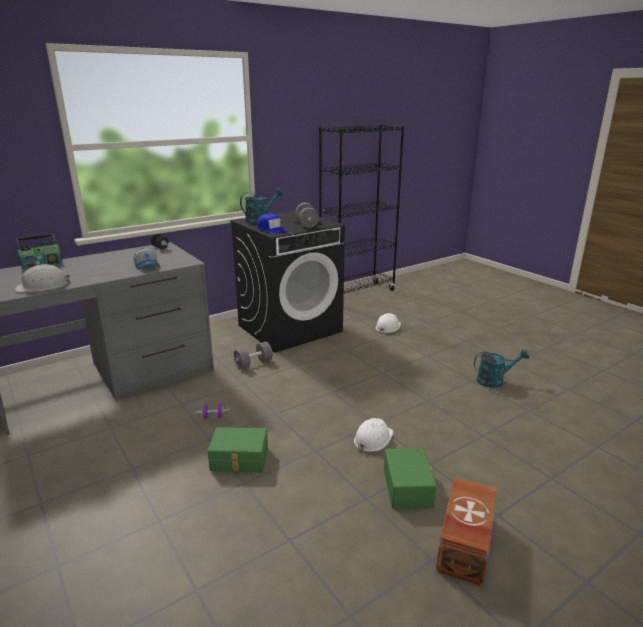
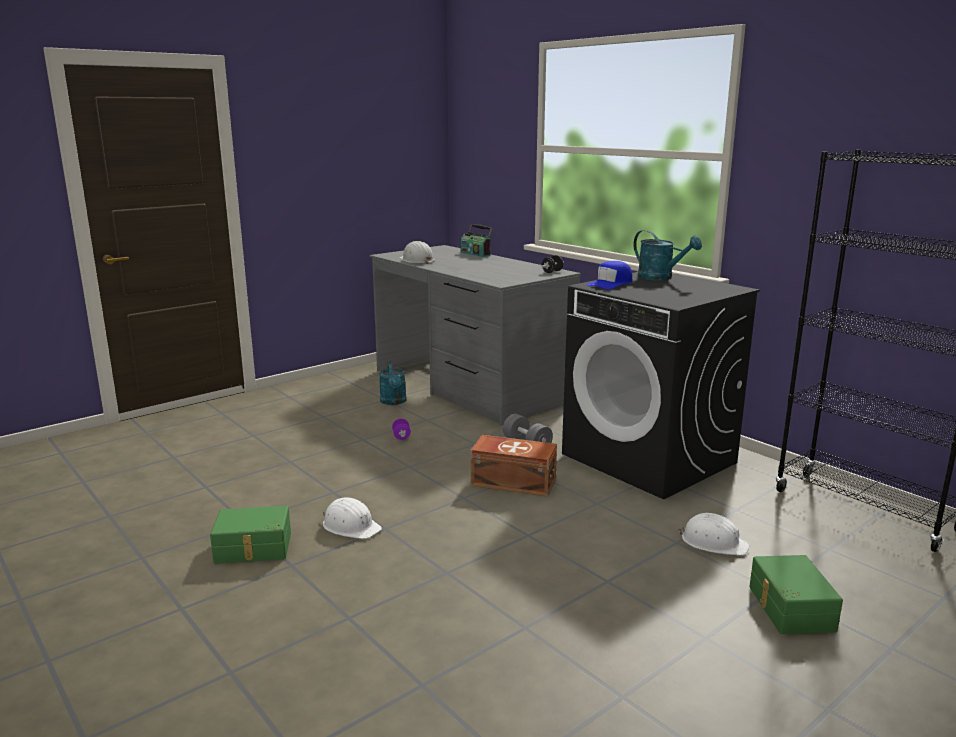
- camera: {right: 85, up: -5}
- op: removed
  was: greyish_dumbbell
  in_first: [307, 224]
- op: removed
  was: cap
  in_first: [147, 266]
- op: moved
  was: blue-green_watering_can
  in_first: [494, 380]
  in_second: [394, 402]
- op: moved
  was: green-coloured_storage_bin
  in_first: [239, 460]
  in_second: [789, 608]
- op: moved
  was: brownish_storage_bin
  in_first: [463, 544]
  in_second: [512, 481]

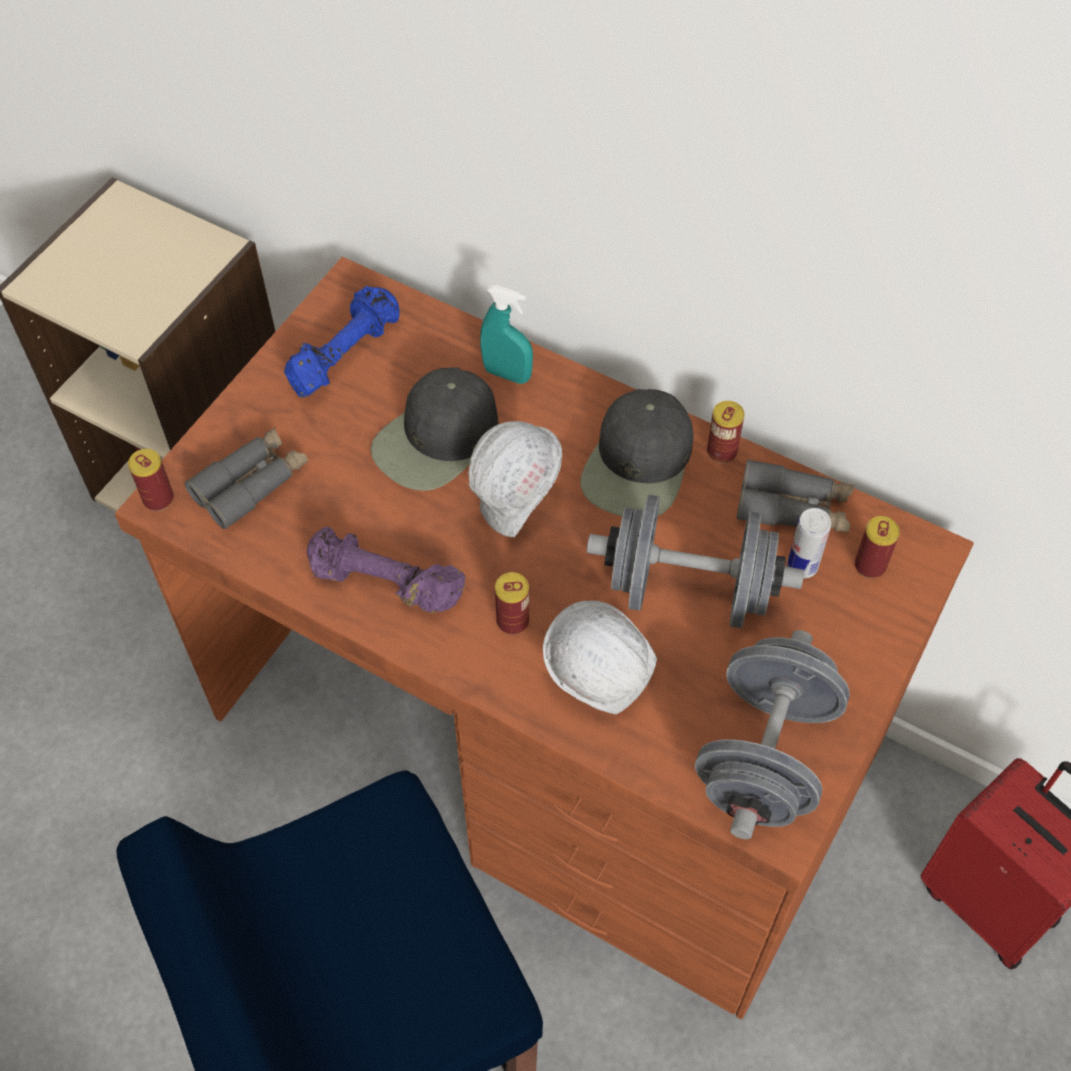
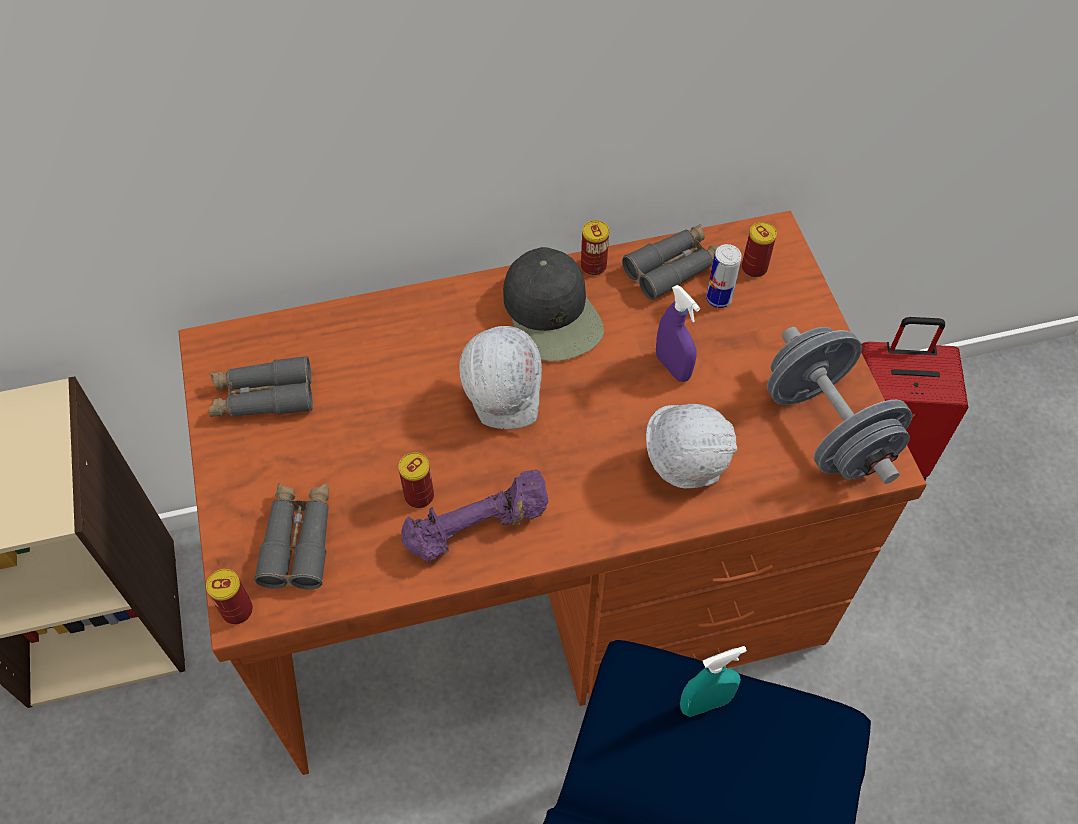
- camera: {right: -45, up: 0}
- op: moved
  was: blue-green_hand_sprayer
  in_first: [507, 374]
  in_second: [705, 703]
- op: replaced
  was: blue_dumbbell
  now: greyish_binoculars
  in_first: [343, 355]
  in_second: [263, 397]
- op: removed
  was: black-coloured_cap
  in_first: [437, 439]
- op: replaced
  was: greyish_dumbbell
  now: purple-coloured_hand_sprayer
  in_first: [689, 590]
  in_second: [672, 367]
- op: moved
  was: metal_can
  in_first: [513, 621]
  in_second: [419, 496]

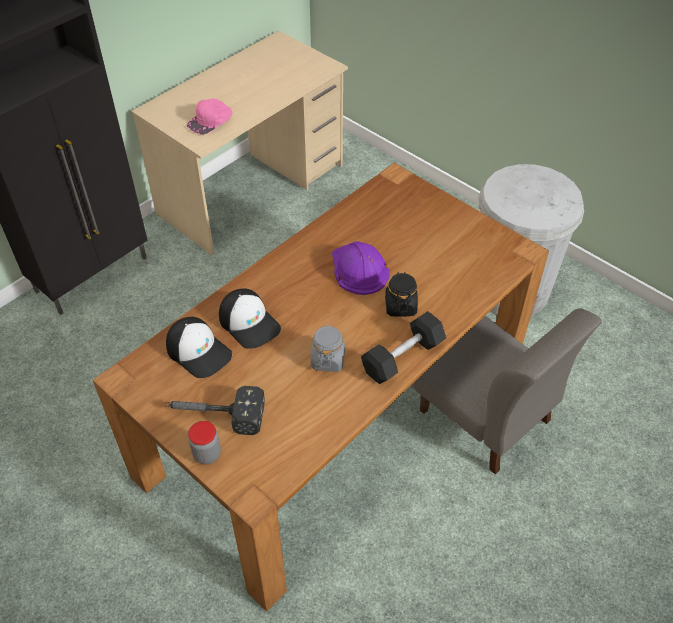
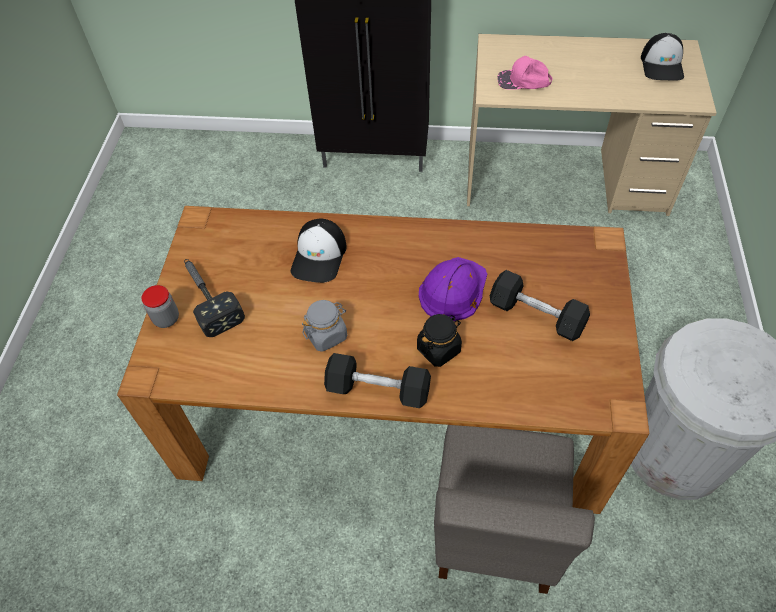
- camera: {right: 55, up: 5}
- op: moved
  was: cap
  in_first: [199, 351]
  in_second: [662, 65]
- op: added
  now: black-coloured_dumbbell
  in_second: [536, 315]

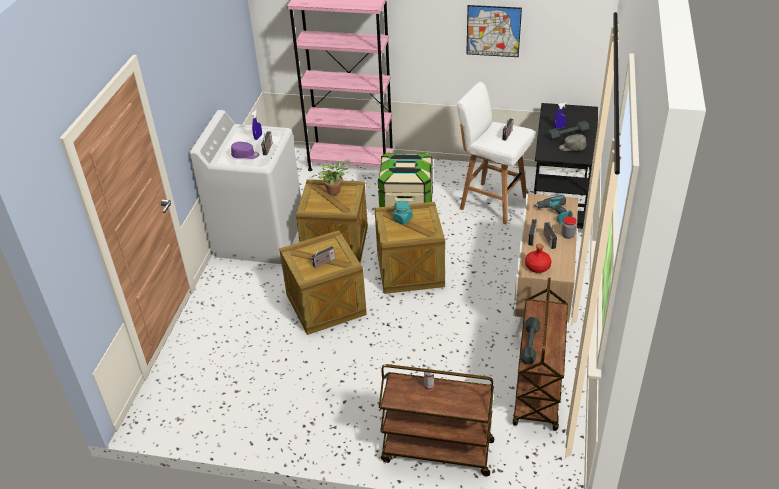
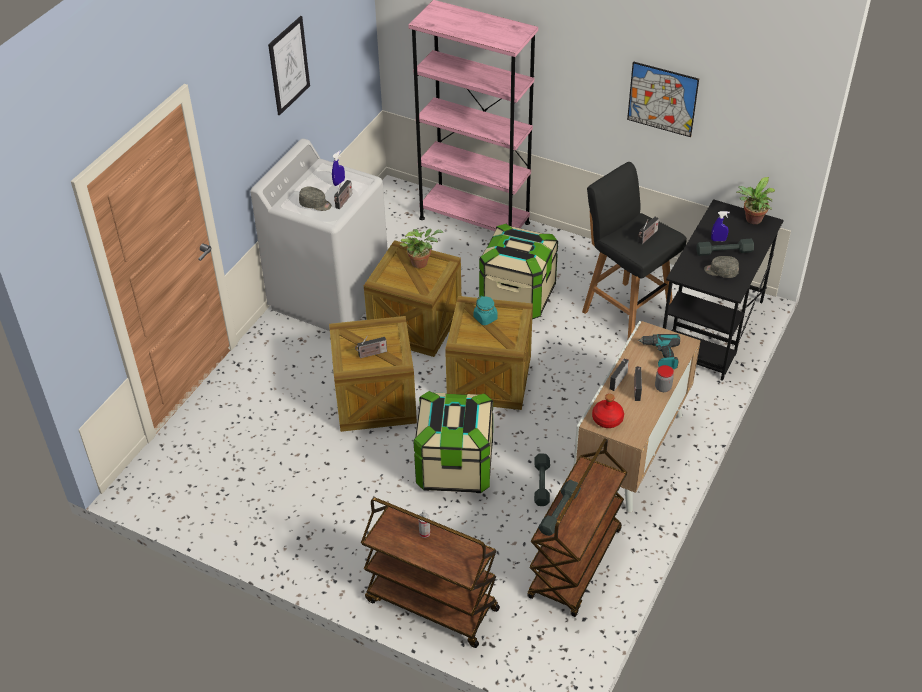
- camera: {right: 15, up: 5}
- op: recoloured
  was: white-coloured_stool
  now: black-coloured_stool
  in_first: [491, 202]
  in_second: [626, 311]
- op: recoloured
  was: purple-coloured_cap
  now: greyish_cap
  in_first: [245, 155]
  in_second: [315, 204]
- op: added
  now: wall_art
  in_second: [289, 65]
- op: added
  now: potted_plant
  in_second: [752, 220]
- op: added
  now: storage_bin
  in_second: [455, 467]
- op: added
  now: greyish_dumbbell
  in_second: [542, 483]

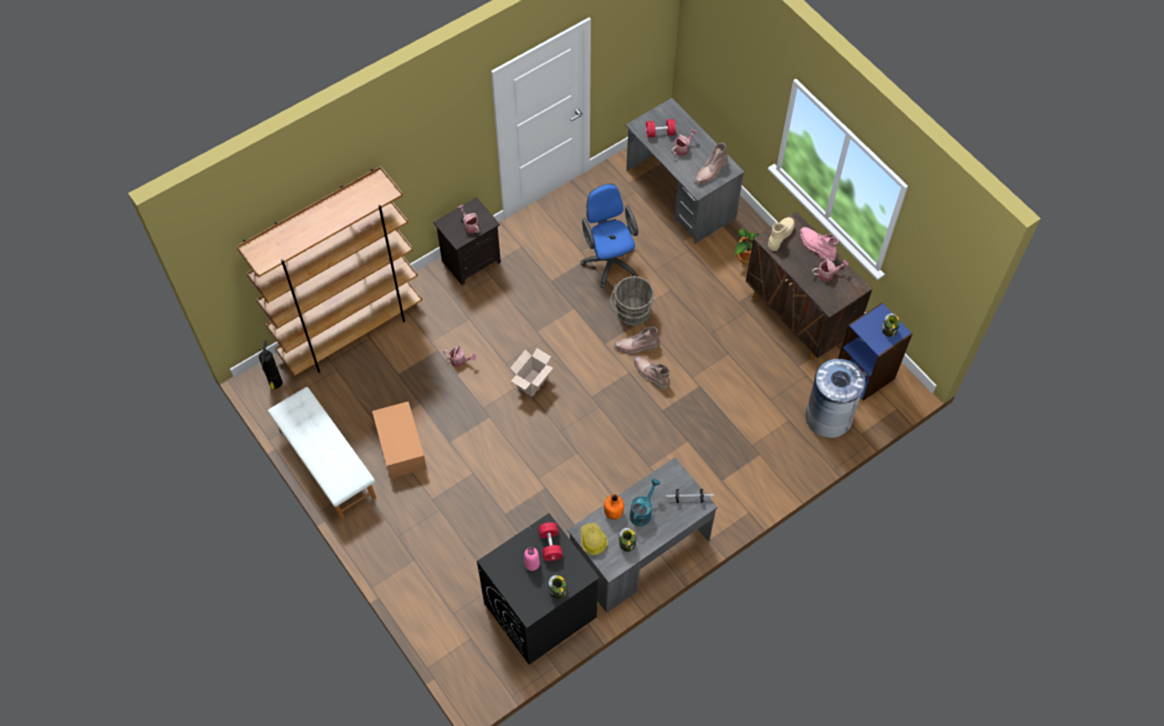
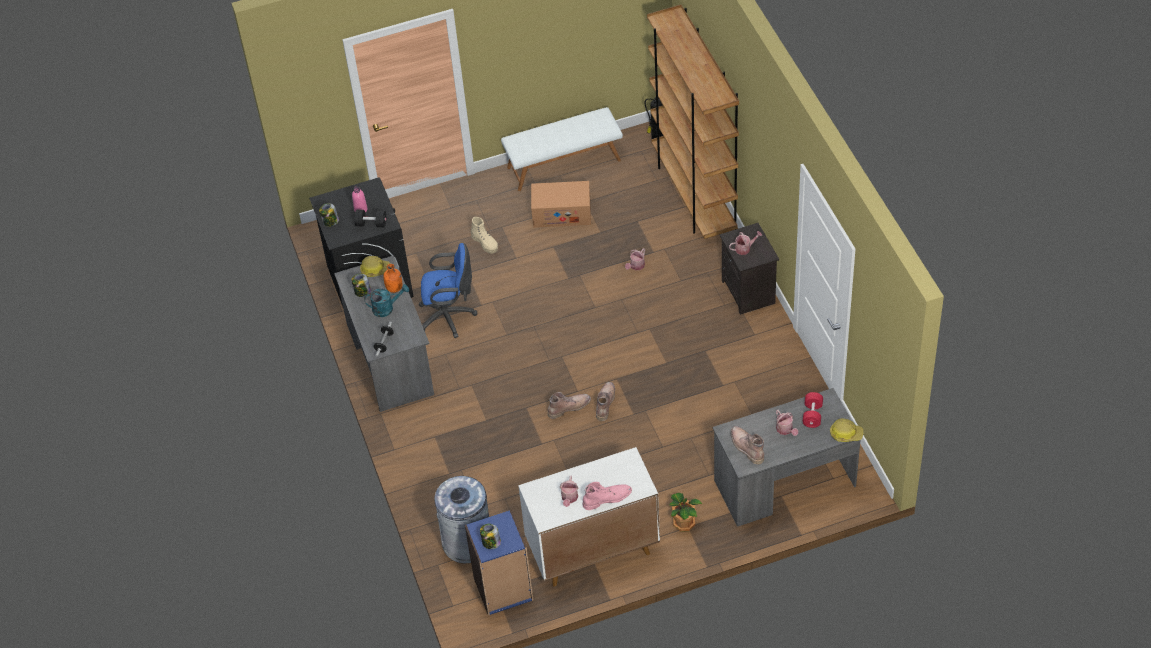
- camera: {right: 110, up: -10}
- op: moved
  was: blue_desk_chair
  in_first: [609, 260]
  in_second: [449, 316]
- op: recoloured
  was: brownish_cupboard
  now: white-coloured_cupboard
  in_first: [799, 317]
  in_second: [592, 550]
- op: moved
  was: beige-coloured_boot
  in_first: [780, 236]
  in_second: [485, 243]
- op: removed
  was: greyish_pail
  in_first: [632, 313]
- op: removed
  was: packing_box
  in_first: [532, 384]
- op: turned
  was: blue-green_watering_can
  in_first: [642, 511]
  in_second: [387, 308]
  clockwise: -60
- op: recoloured
  was: red_dumbbell
  now: black-coloured_dumbbell
  in_first: [550, 545]
  in_second: [371, 224]
- op: added
  now: hard_hat
  in_second: [845, 434]

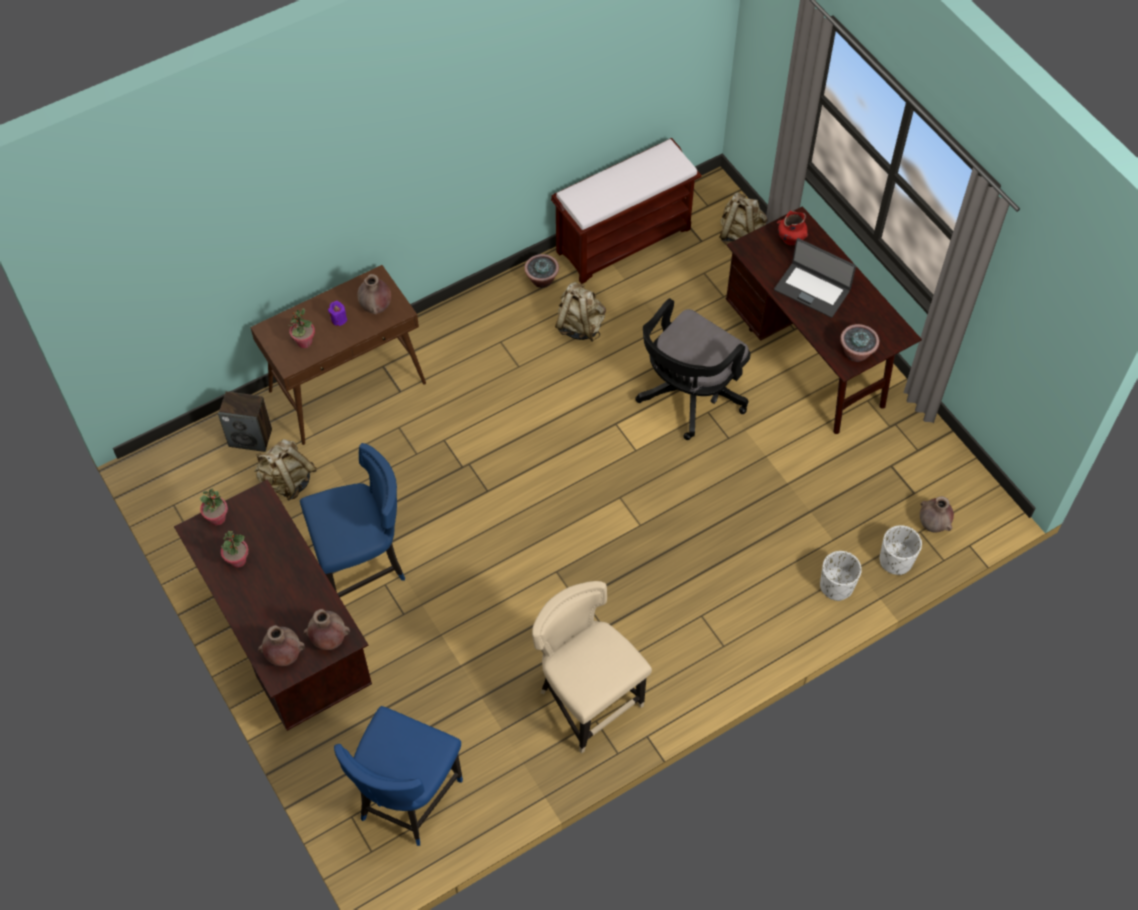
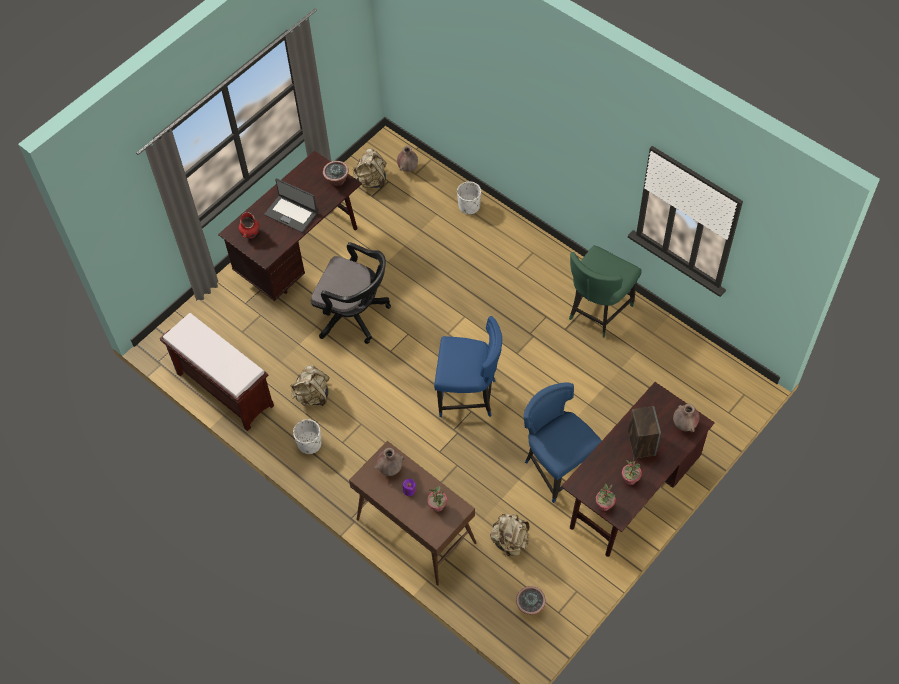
- camera: {right: -105, up: 0}
- op: moved
  was: beige-coloured_rucksack
  in_first: [741, 235]
  in_second: [371, 181]
- op: turned
  was: laptop
  in_first: [812, 289]
  in_second: [291, 213]
  clockwise: 105
- op: moved
  was: potted_plant
  in_first: [541, 280]
  in_second: [530, 606]
- op: moved
  was: loudspeaker
  in_first: [251, 437]
  in_second: [641, 443]
- op: moved
  was: white-coloured_flower_pot
  in_first: [896, 561]
  in_second: [309, 444]
- op: recoloured
  was: beige-coloured_plain_chair
  now: green-coloured_plain_chair
  in_first: [588, 700]
  in_second: [598, 311]
- op: removed
  was: brownish_vase
  in_first: [329, 640]
- op: moved
  was: blue_plain_chair
  in_first: [407, 799]
  in_second: [469, 396]

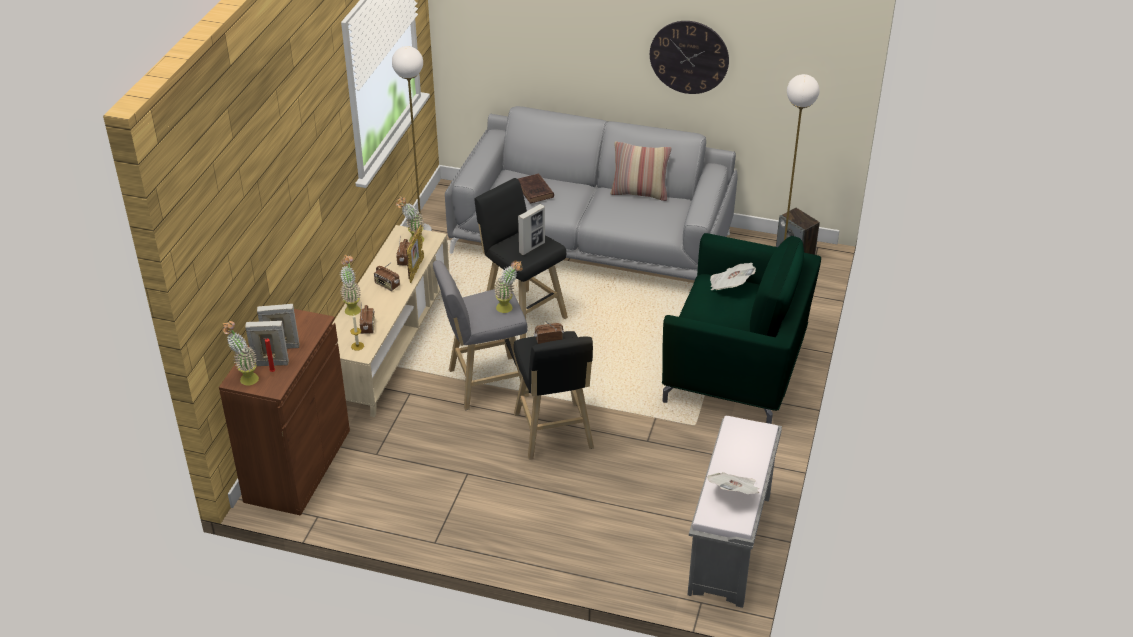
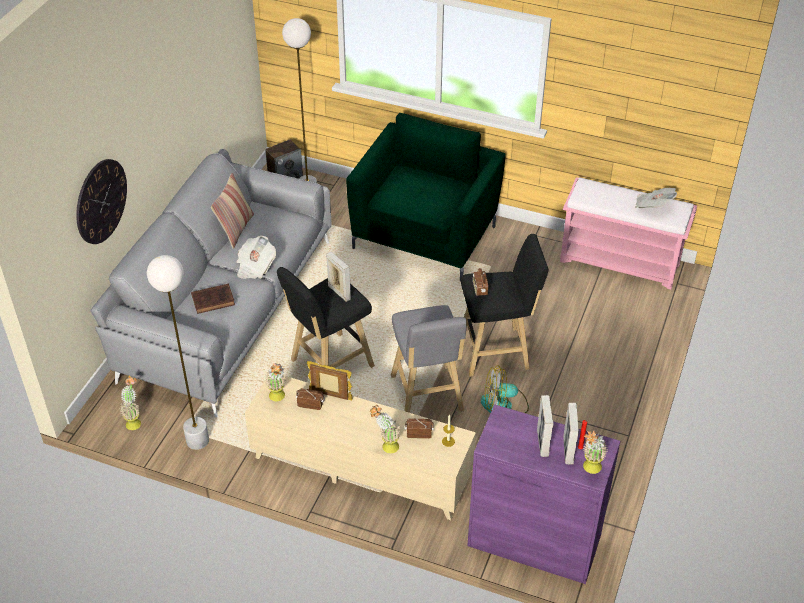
- camera: {right: -85, up: 5}
- op: moved
  was: clock_on_the_wall
  in_first: [689, 57]
  in_second: [101, 201]
- op: moved
  was: potted_plant
  in_first: [508, 308]
  in_second: [134, 421]
- op: removed
  was: radio
  in_first: [387, 285]
- op: moved
  was: printed_paper
  in_first: [730, 286]
  in_second: [255, 267]
- op: recoloured
  was: brownish_cupboard
  now: purple-coloured_cupboard
  in_first: [297, 465]
  in_second: [534, 540]
- op: recoloured
  was: greyish_indoor_bench
  now: pink-coloured_indoor_bench
  in_first: [730, 546]
  in_second: [621, 262]
- op: added
  now: electric_fan
  in_second: [504, 405]

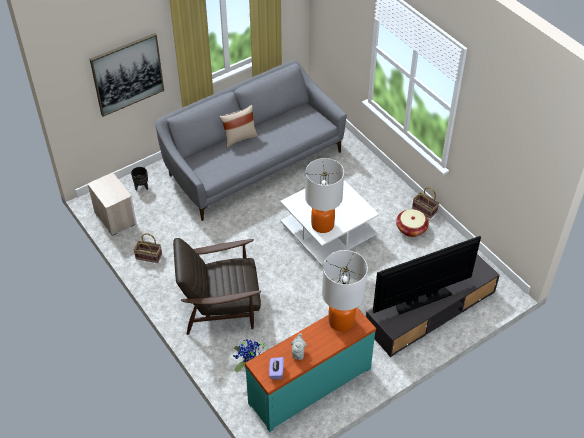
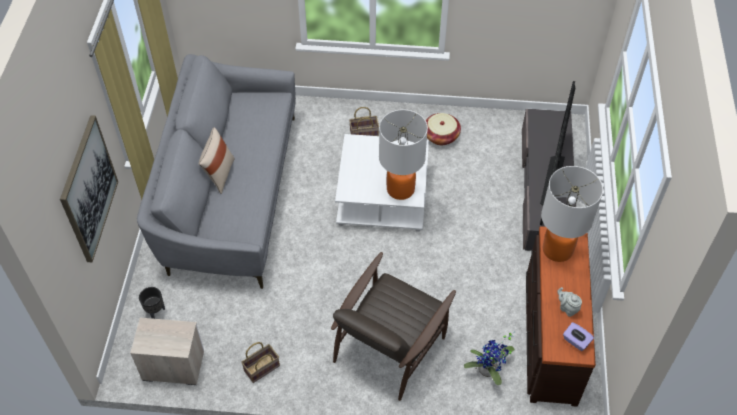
- camera: {right: -50, up: 5}
- op: moved
  was: basket
  in_first: [425, 210]
  in_second: [364, 133]
- op: recoloured
  was: blue-green_dresser
  now: brownish_dresser
  in_first: [309, 384]
  in_second: [549, 337]

